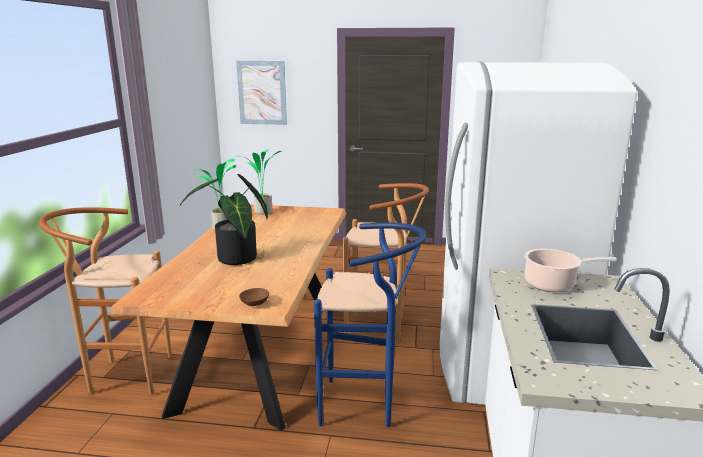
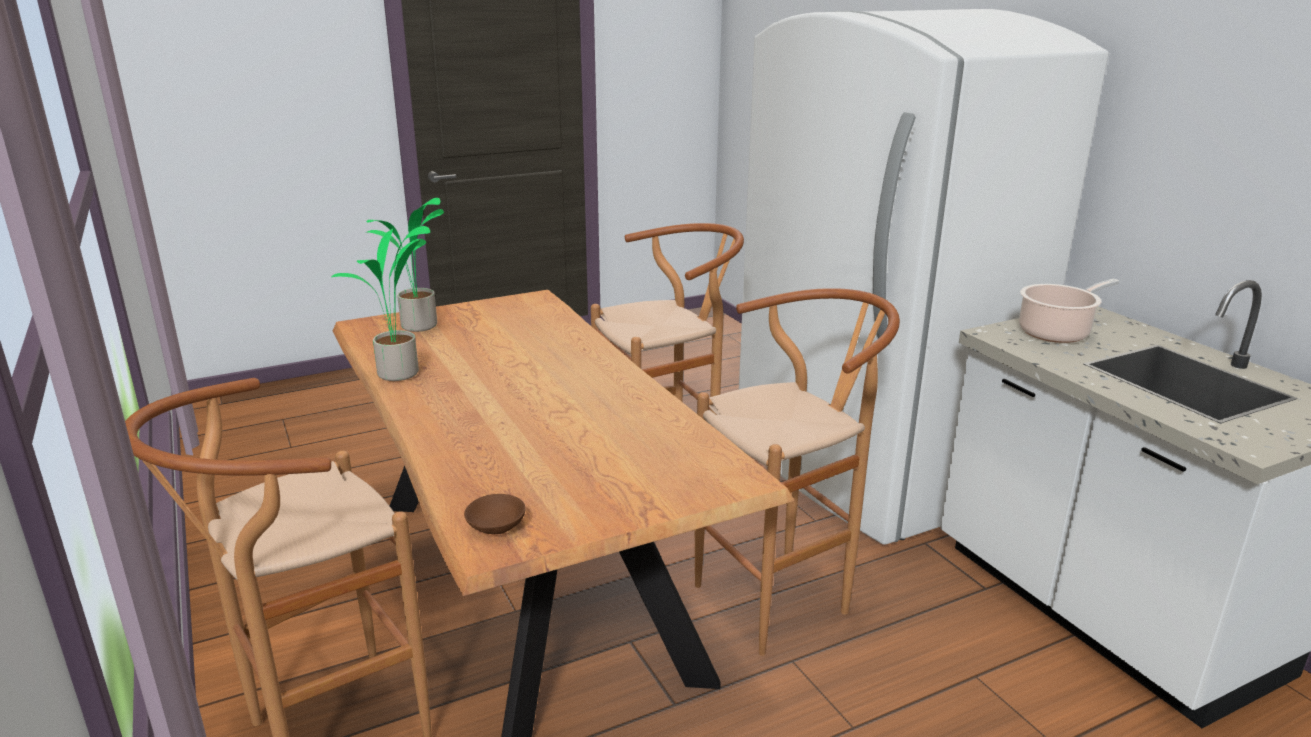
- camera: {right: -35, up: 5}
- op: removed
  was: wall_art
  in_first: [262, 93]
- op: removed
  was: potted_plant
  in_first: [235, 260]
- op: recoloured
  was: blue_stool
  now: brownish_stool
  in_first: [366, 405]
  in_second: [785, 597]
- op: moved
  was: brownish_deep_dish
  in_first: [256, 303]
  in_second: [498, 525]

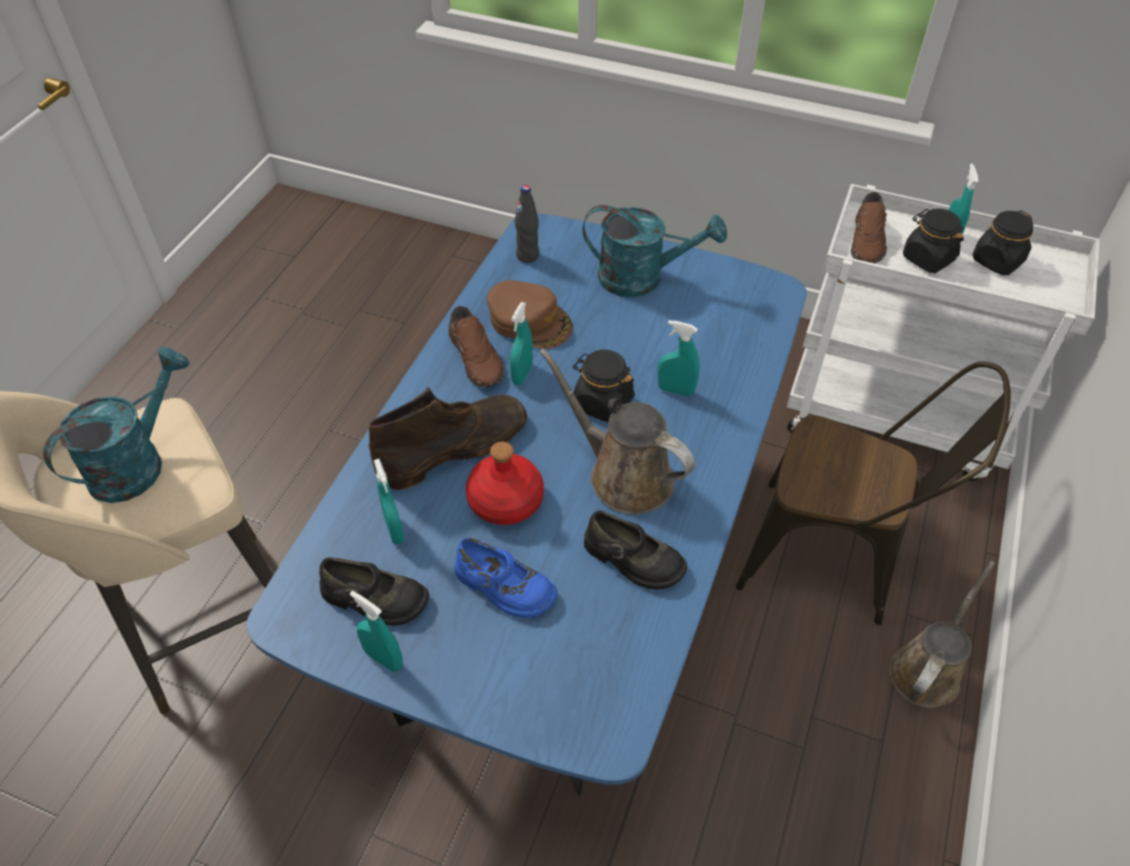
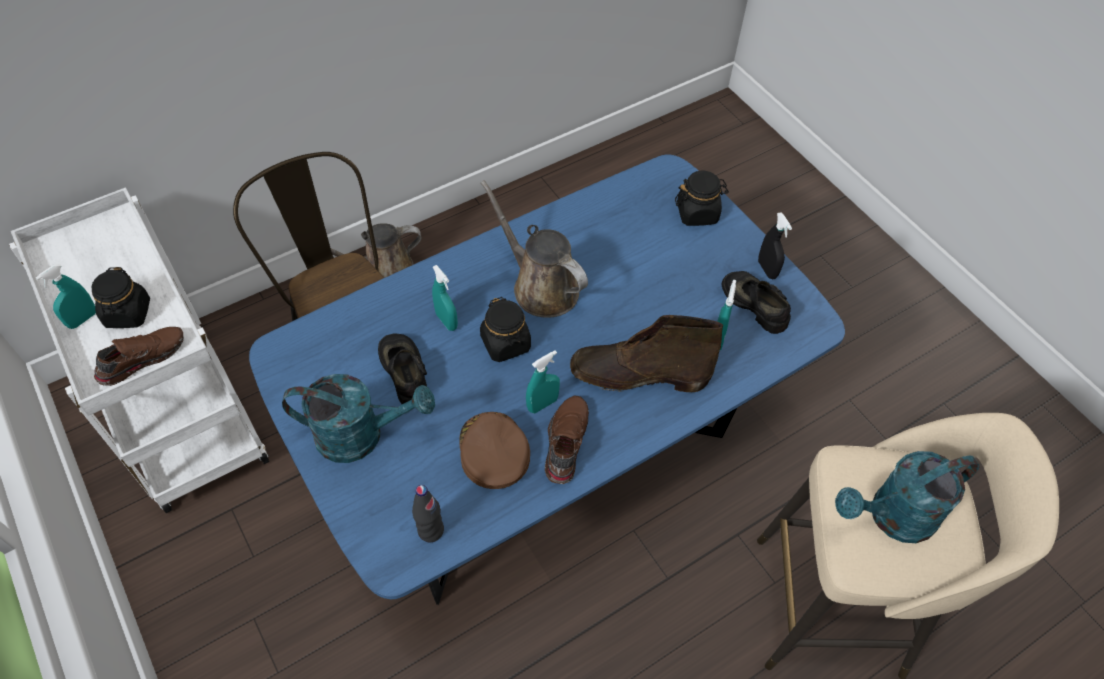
- camera: {right: -145, up: 5}
- op: turned
  was: blue-green_watering_can
  in_first: [642, 278]
  in_second: [361, 435]
  clockwise: 135
- op: moved
  was: black-coloured_jar
  in_first: [997, 261]
  in_second: [697, 213]
- op: turned
  was: brownish_watering_can
  in_first: [623, 475]
  in_second: [540, 286]
  clockwise: 150
- op: removed
  was: red_beverage_bottle
  in_first: [506, 500]
- op: moved
  was: black-coloured_low_shoe
  in_first: [632, 560]
  in_second: [405, 372]
- op: removed
  was: blue_low_shoe
  in_first: [504, 587]
- op: recoloured
  was: blue-green_hand_sprayer
  now: black-coloured_hand_sprayer
  in_first: [384, 658]
  in_second: [767, 269]

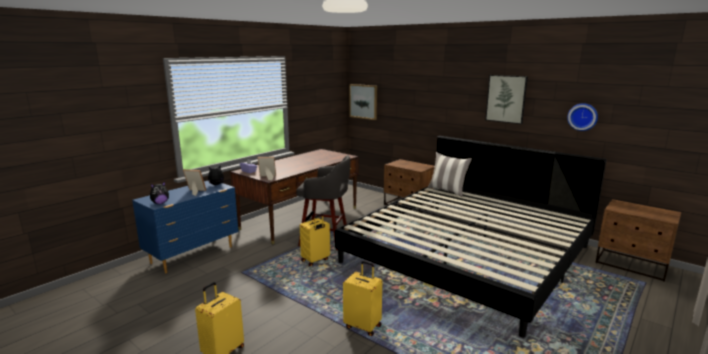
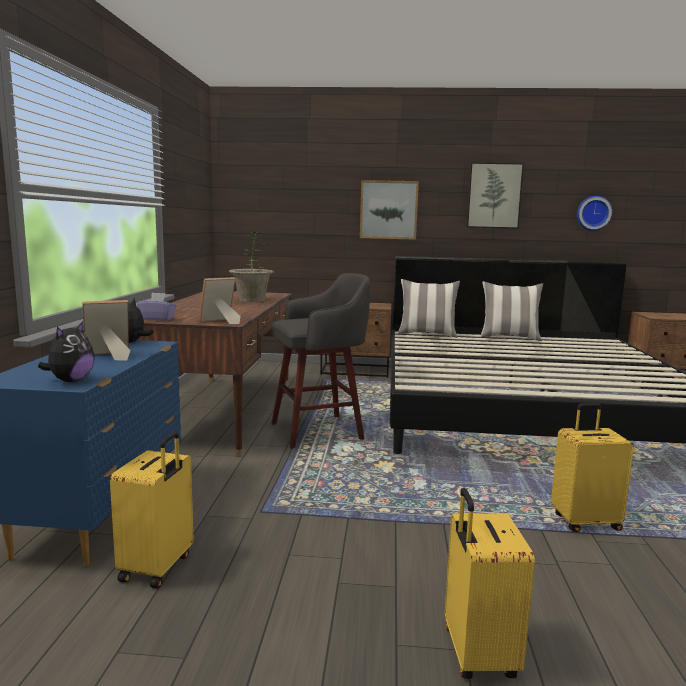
- camera: {right: -35, up: -5}
- op: moved
  was: wall_art
  in_first: [363, 101]
  in_second: [388, 210]
- op: moved
  was: yellow_suitcase
  in_first: [315, 260]
  in_second: [158, 567]
- op: added
  now: potted_plant
  in_second: [252, 300]
- op: added
  now: cushion
  in_second: [509, 337]

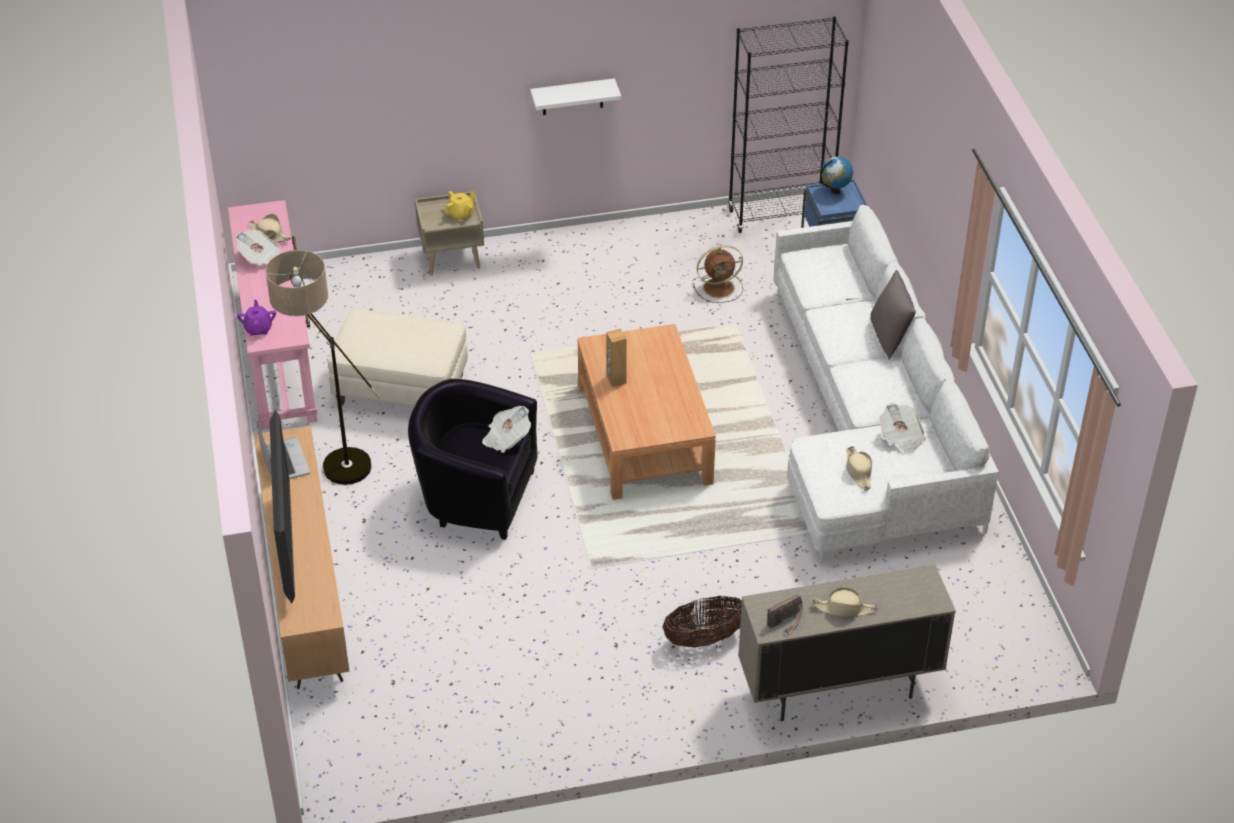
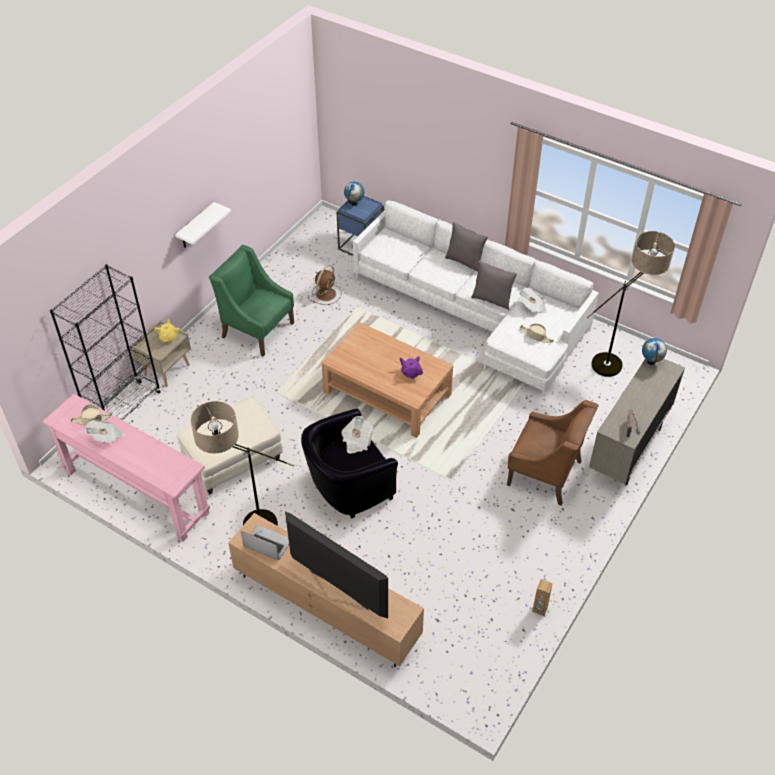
- camera: {right: -45, up: 5}
- op: moved
  was: black-coloured_bookcase
  in_first: [780, 215]
  in_second: [125, 409]
- op: moved
  was: purple-coloured_pot_for_tea
  in_first: [258, 329]
  in_second: [411, 373]
- op: moved
  was: brownish_loudspeaker
  in_first: [616, 380]
  in_second: [539, 609]
- op: removed
  was: beige-coloured_hat
  in_first: [844, 608]
- op: replaced
  was: basket
  now: brownish_easy_chair
  in_first: [704, 638]
  in_second: [545, 473]
- op: added
  now: standard_lamp
  in_second: [617, 362]
- op: added
  now: green-coloured_easy_chair
  in_second: [257, 329]
- op: added
  now: greyish_cushion
  in_second: [492, 300]
- op: added
  now: desk_globe
  in_second: [651, 362]

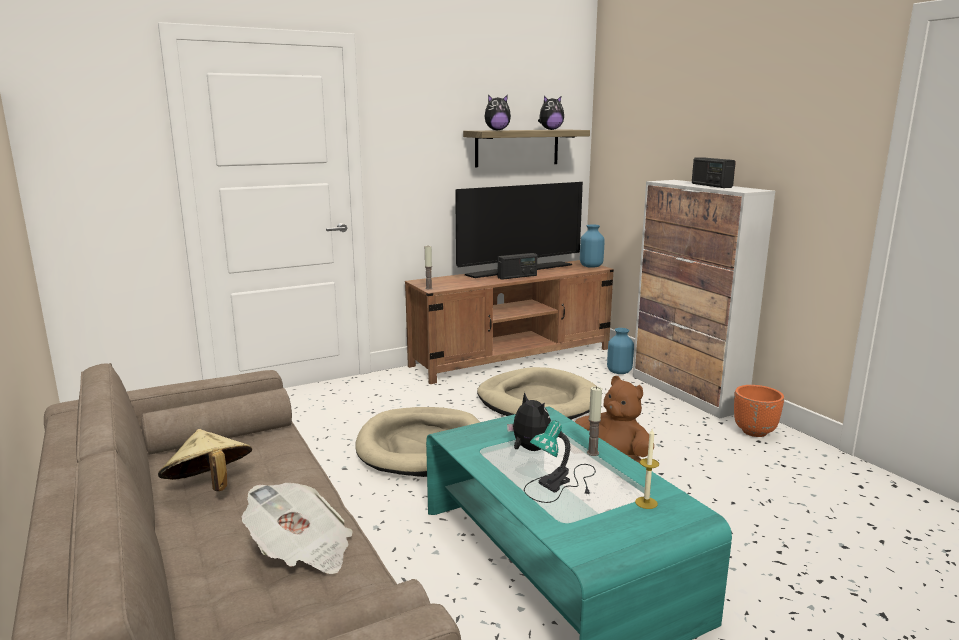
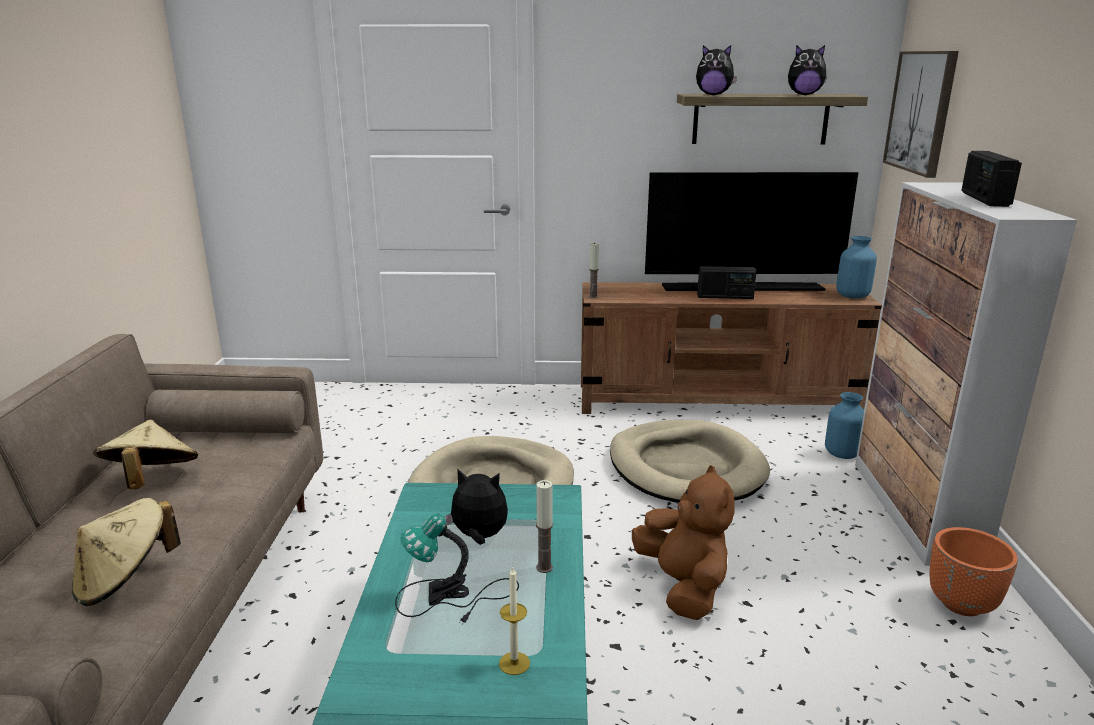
- camera: {right: 30, up: 5}
- op: turned
  was: cuddly_toy
  in_first: [529, 449]
  in_second: [479, 537]
  clockwise: -75
- op: replaced
  was: printed_paper
  now: beige-coloured_hat
  in_first: [302, 551]
  in_second: [126, 579]
- op: added
  now: wall_art
  in_second: [921, 112]

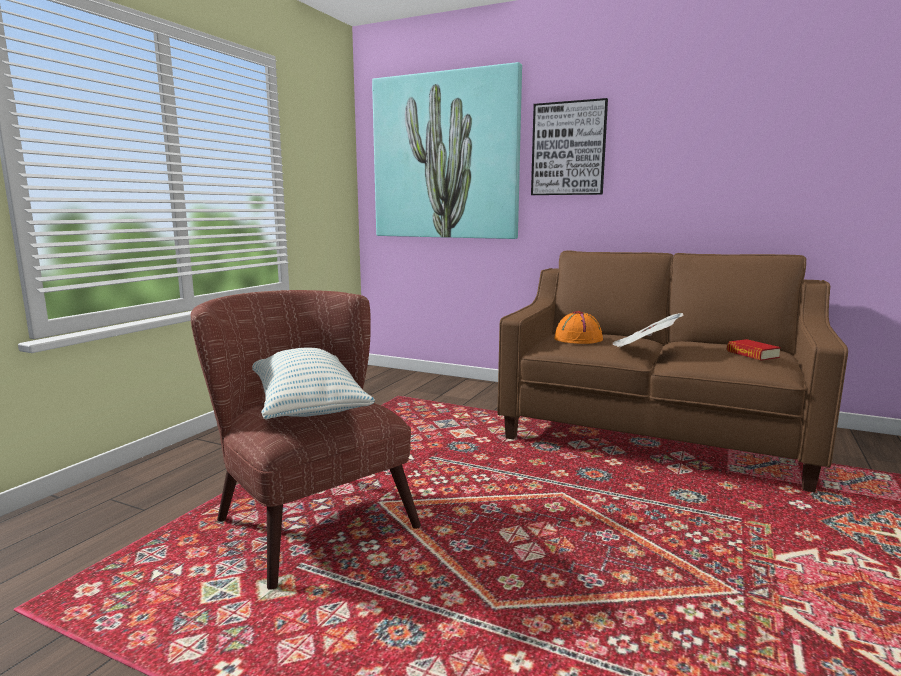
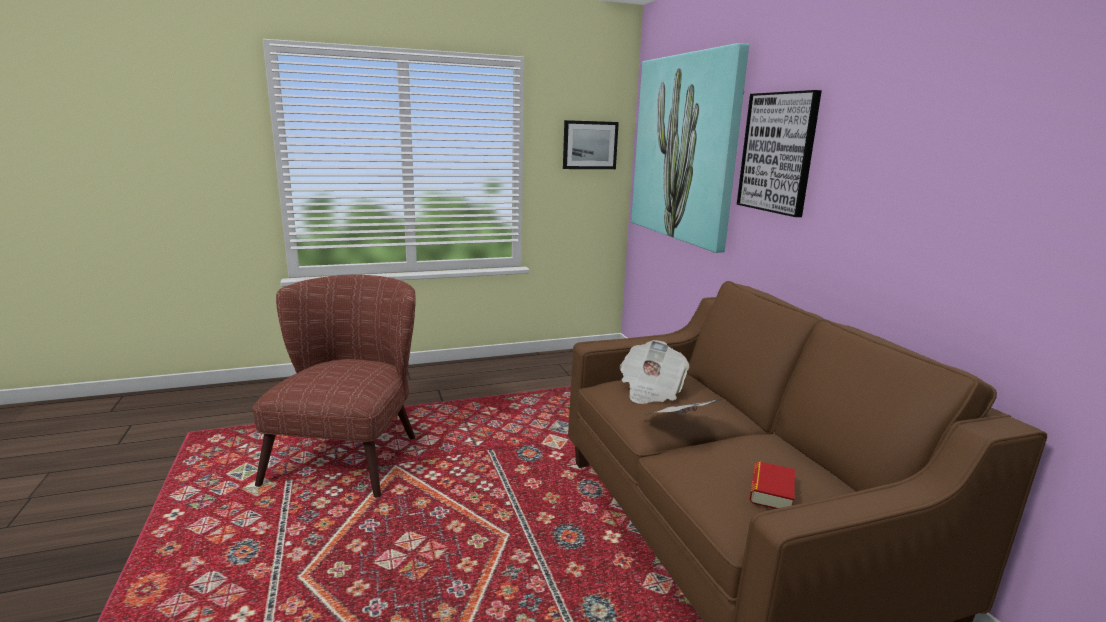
- camera: {right: 45, up: 5}
- op: replaced
  was: orangey_hat
  now: printed_paper
  in_first: [578, 339]
  in_second: [650, 390]
- op: removed
  was: cushion
  in_first: [307, 406]
- op: added
  now: wall_art
  in_second: [589, 145]

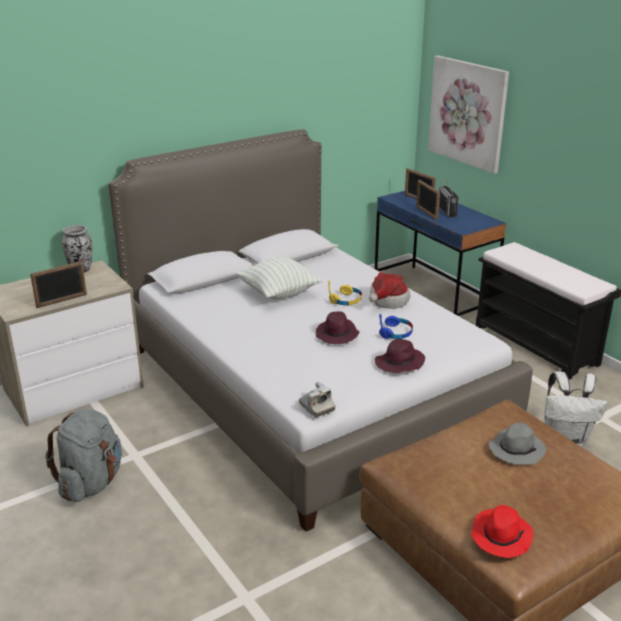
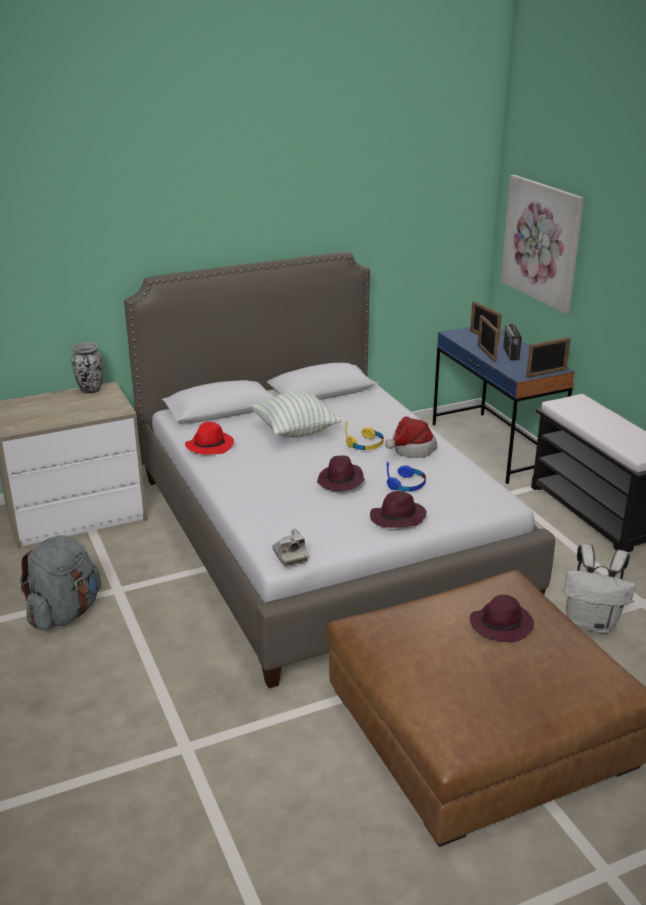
- camera: {right: 10, up: 0}
- op: moved
  was: picture_frame
  in_first: [62, 301]
  in_second: [546, 373]
- op: recoloured
  was: greyish_hat
  now: purple-coloured_hat
  in_first: [516, 449]
  in_second: [502, 624]
- op: moved
  was: red_hat
  in_first: [501, 536]
  in_second: [210, 445]

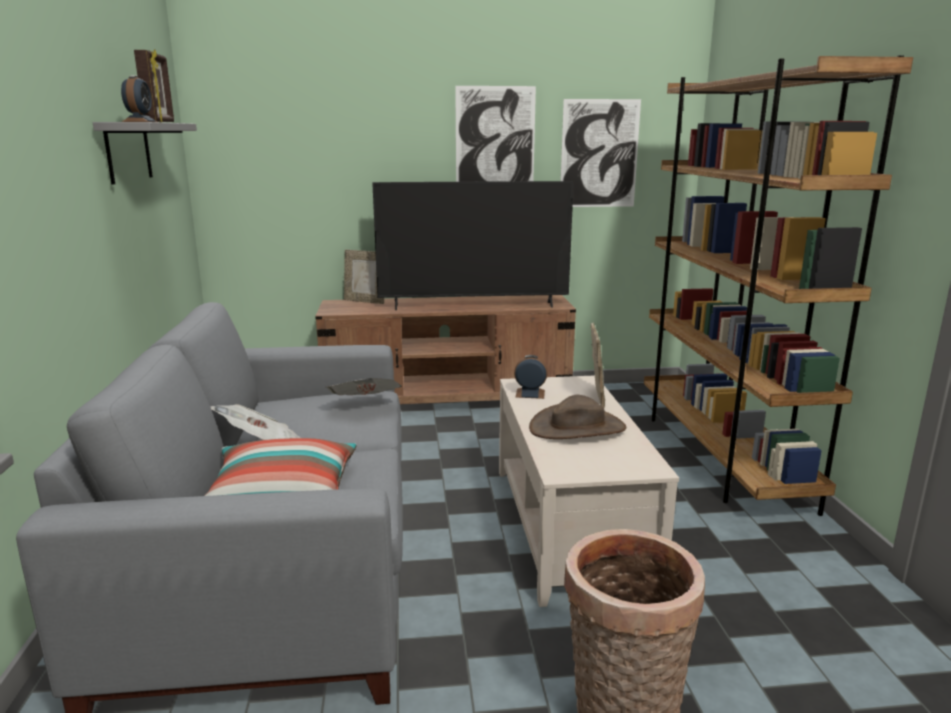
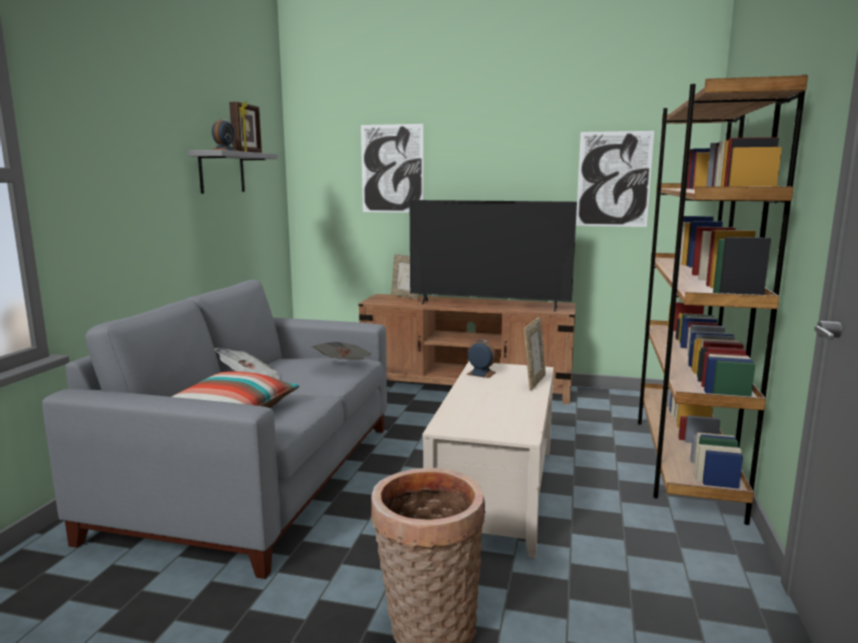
- camera: {right: 20, up: -5}
- op: moved
  was: wall_art
  in_first: [495, 142]
  in_second: [392, 169]
- op: removed
  was: brownish_hat
  in_first: [577, 428]

